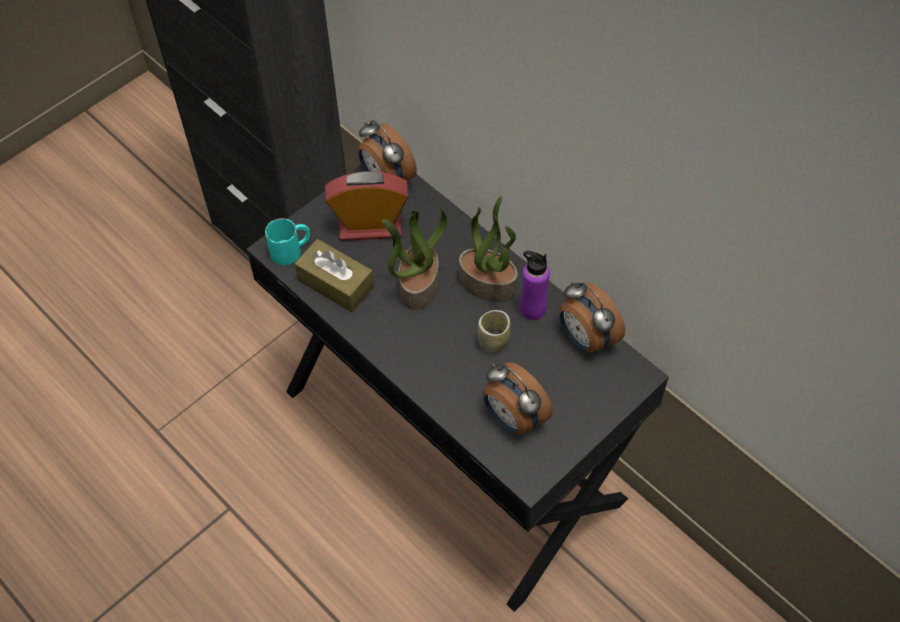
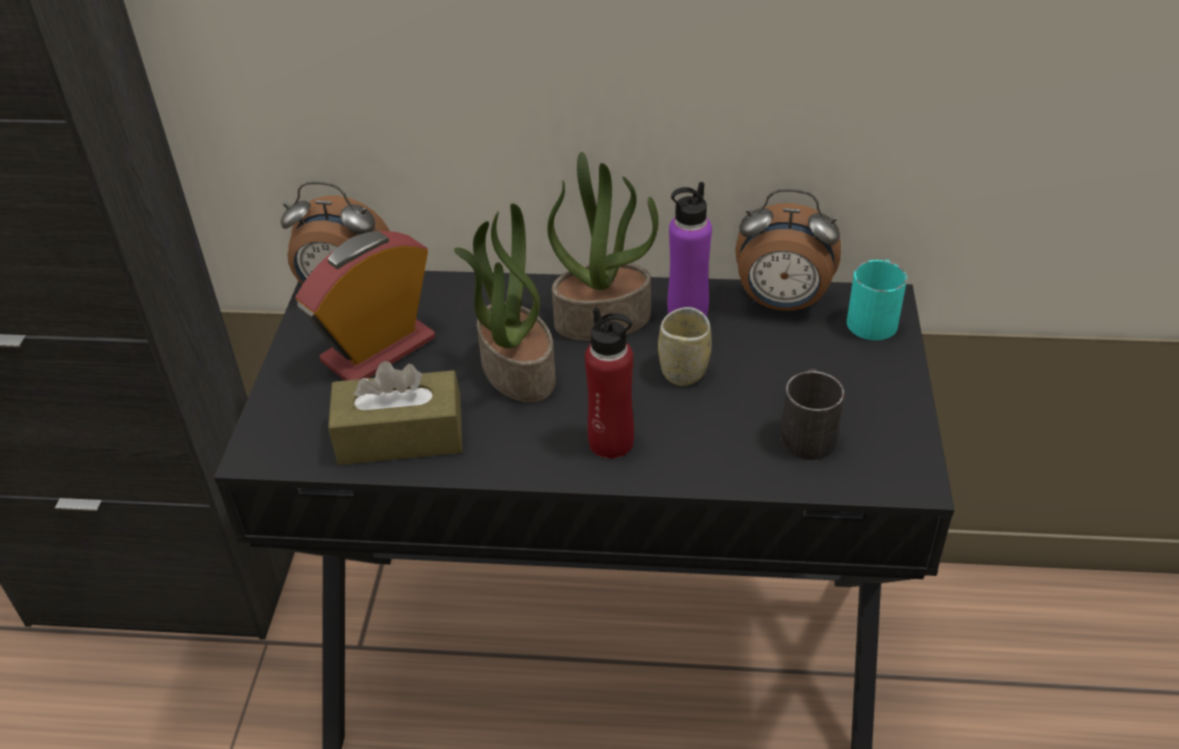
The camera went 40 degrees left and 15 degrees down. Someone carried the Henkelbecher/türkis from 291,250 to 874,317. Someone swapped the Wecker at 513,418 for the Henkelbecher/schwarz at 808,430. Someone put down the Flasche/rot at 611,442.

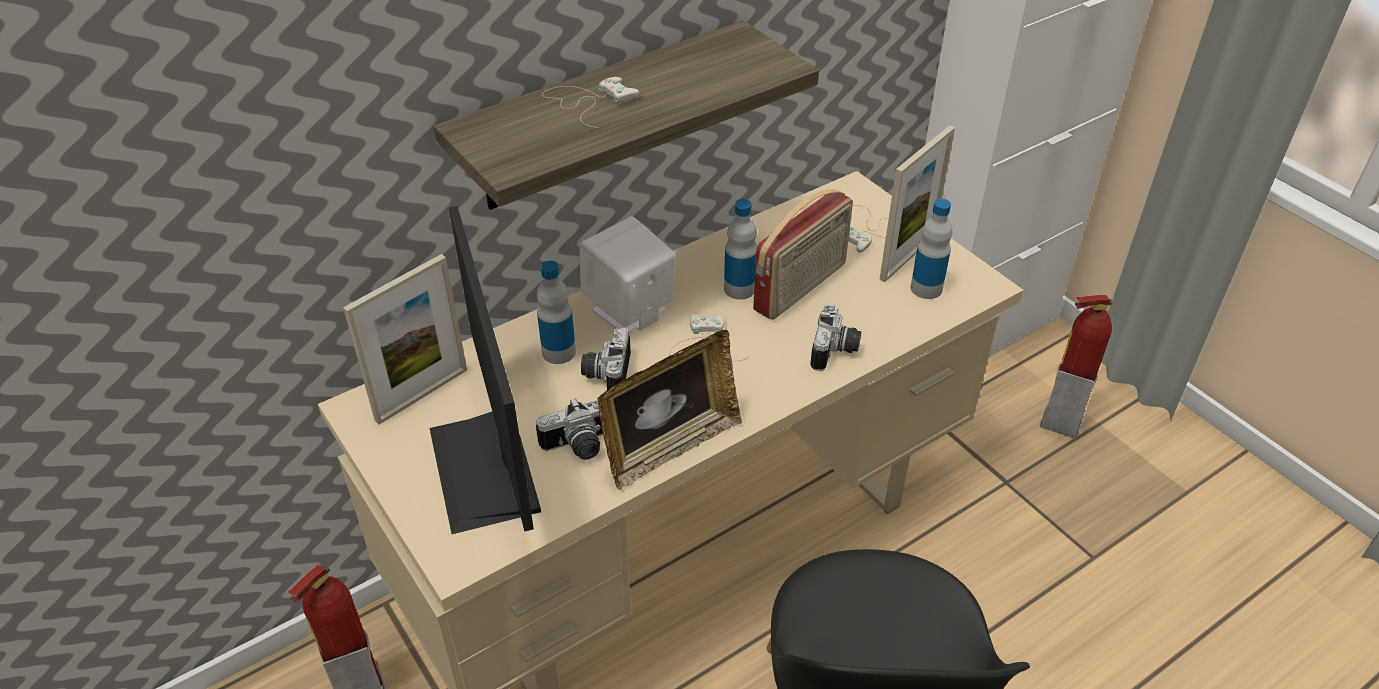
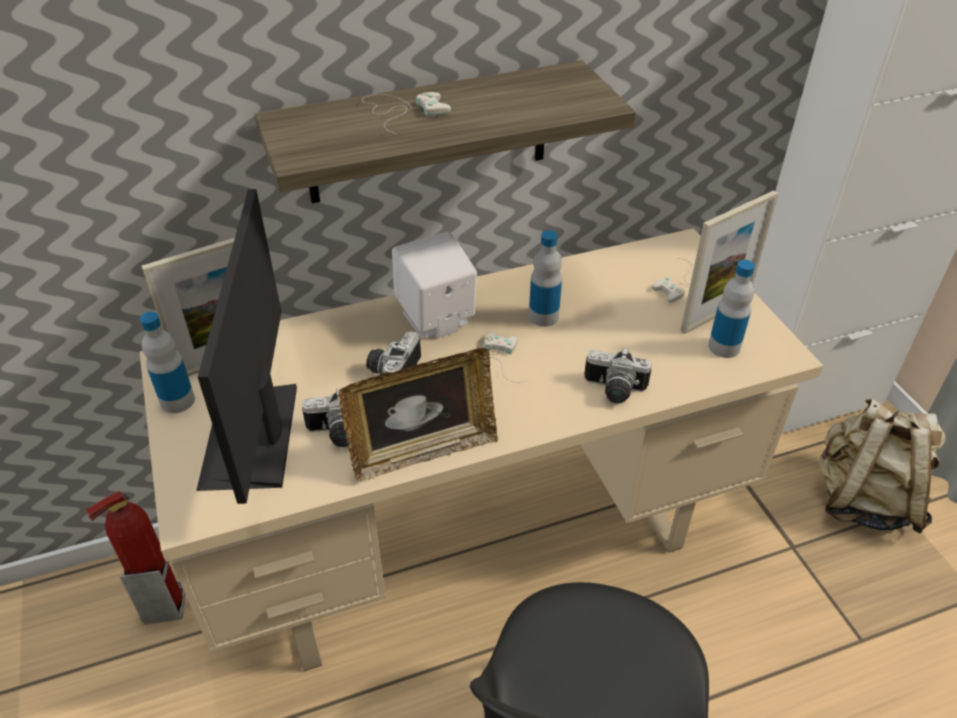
The camera went 15 degrees right and 0 degrees up. Someone took away the Radio at 801,288. Someone carried the Flasche from 559,352 to 177,401. Someone swapped the Feuerlöscher at 1060,420 for the Rucksack/beige at 863,499. Someone rotated the Kamera at 836,351 by 75 degrees clockwise.

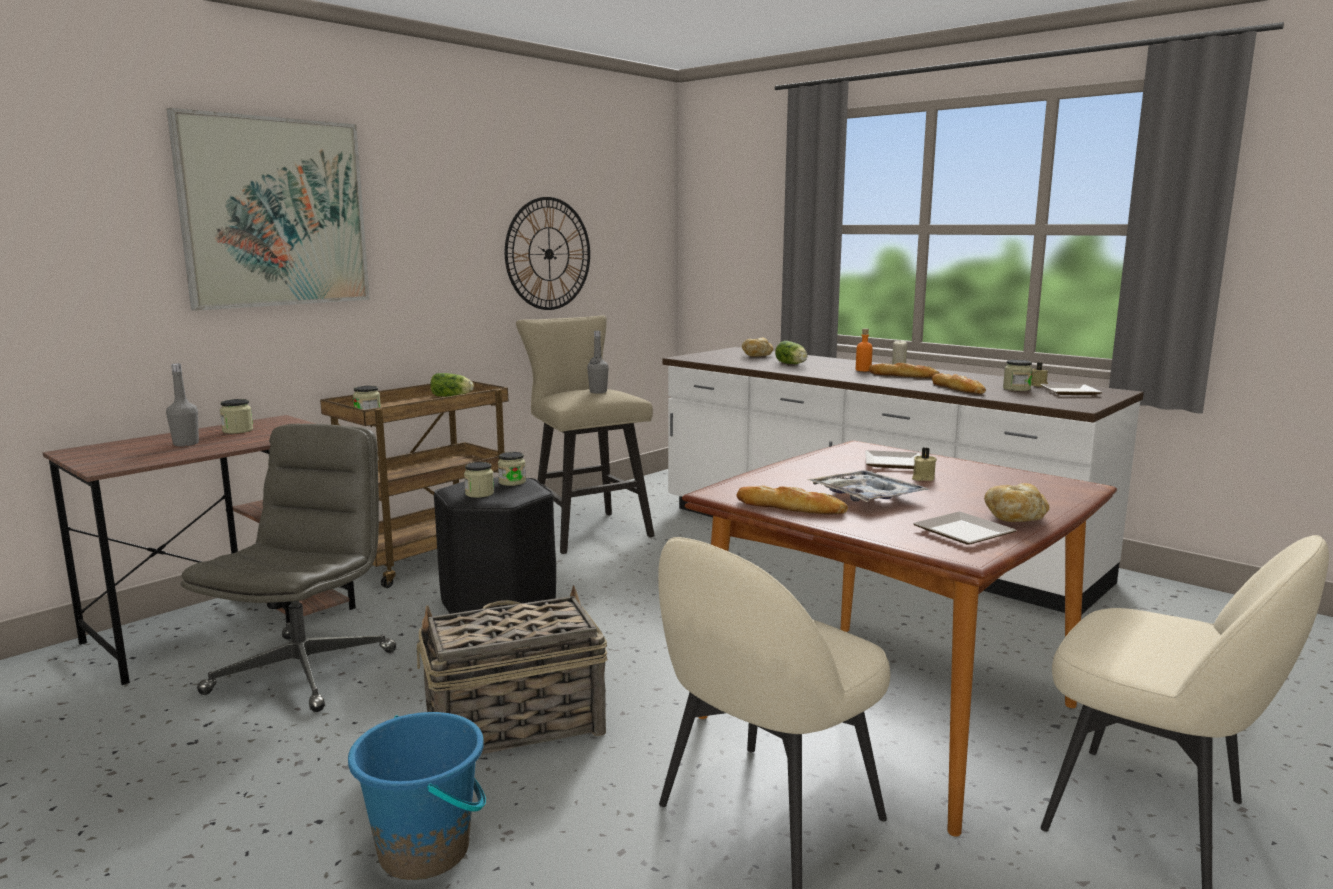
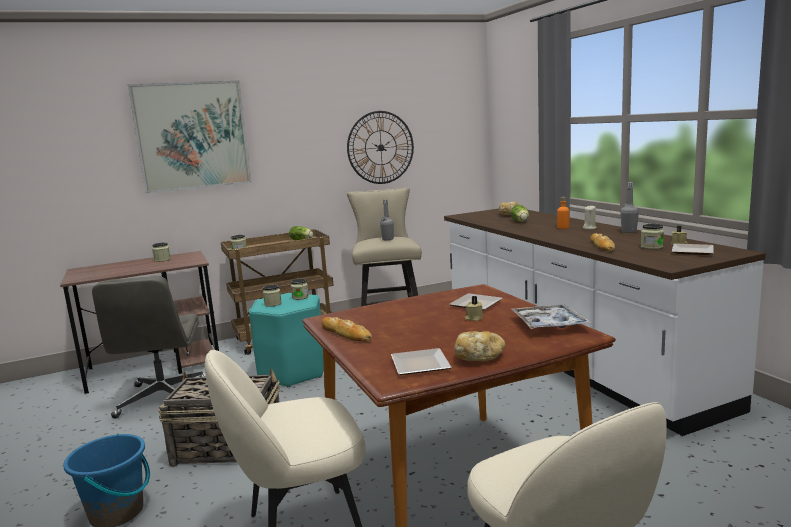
The camera went 25 degrees right and 0 degrees up. Someone took away the Brot at 903,376. Someone carried the Flasche/grau from 186,444 to 629,231. Someone rotated the Bürostuhl/grau at 303,670 by 135 degrees clockwise. Someone carried the Tablett from 866,497 to 549,324. Someone repainted the Hocker/schwarz at 498,605, which became the Hocker/türkis at 292,372.

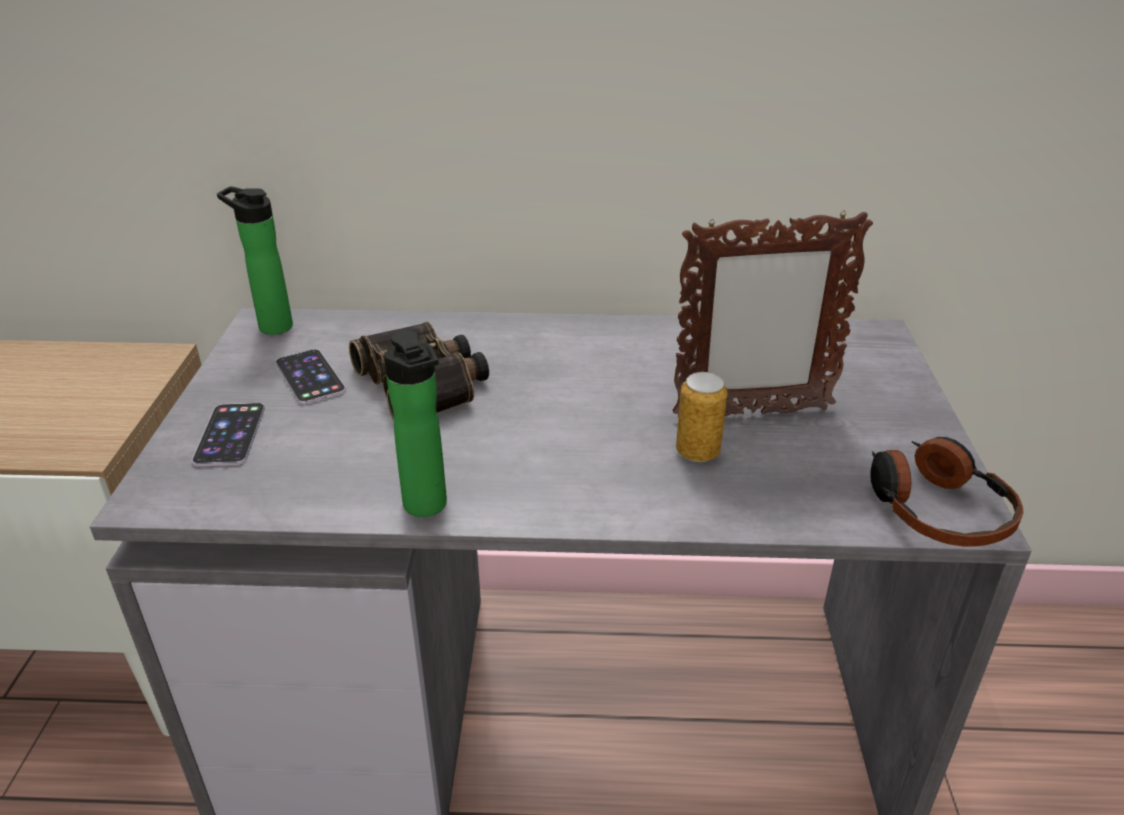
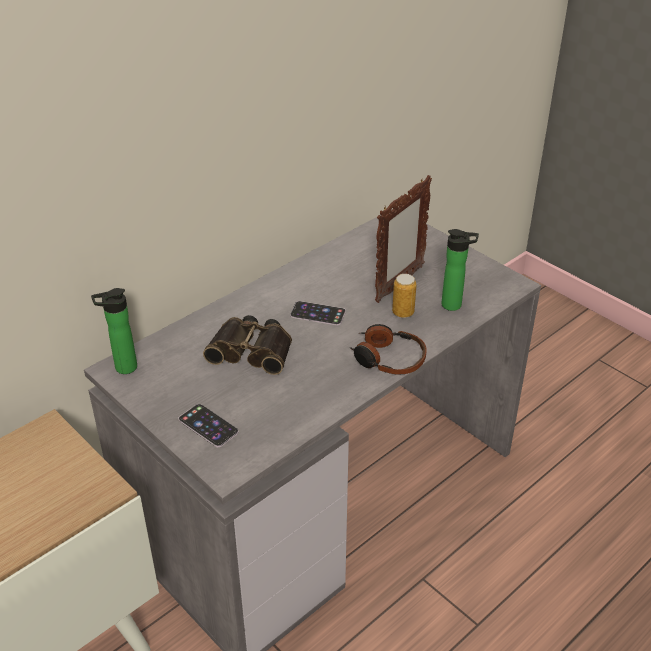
The camera went 45 degrees left and 5 degrees up. Someone carried the Flasche from 427,508 to 454,305. Someone carried the Handy from 310,377 to 318,313. Someone carried the Kopfhörer from 935,508 to 388,359.

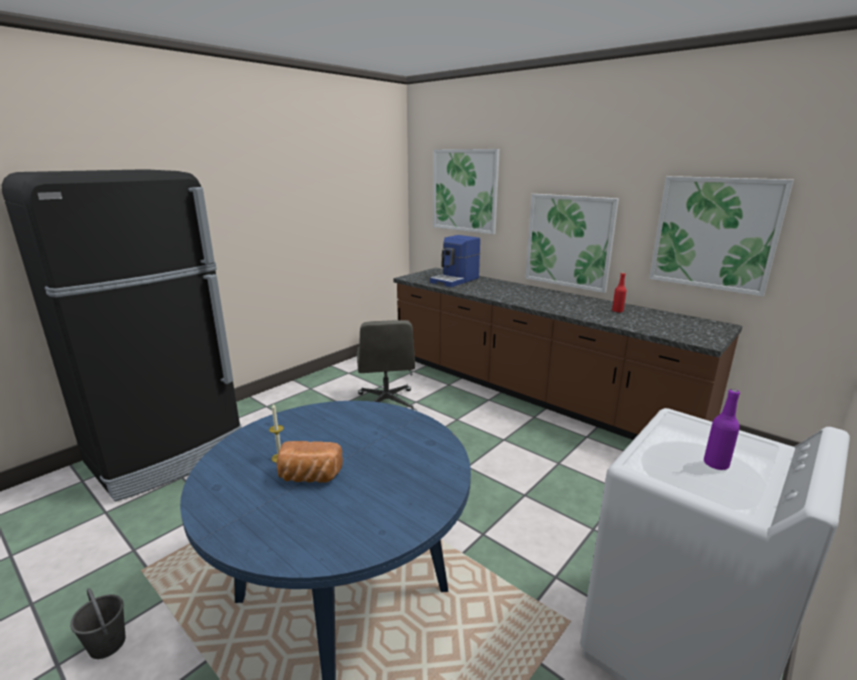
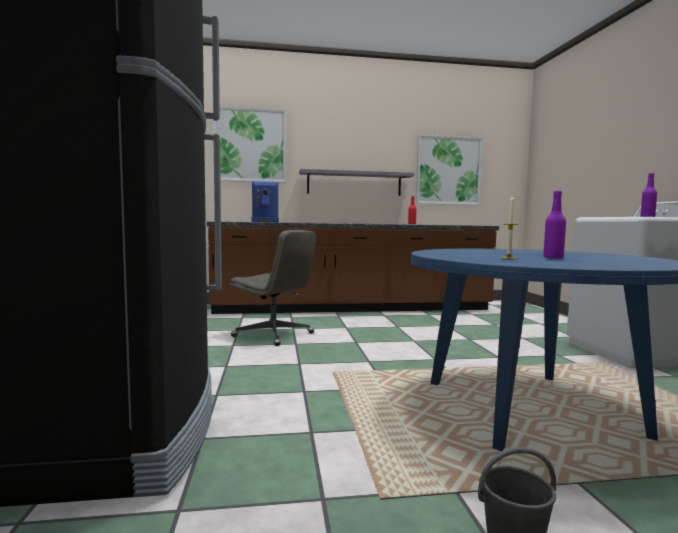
The camera went 50 degrees left and 15 degrees down. Someone swapped the Bild at 569,241 for the Wandregal/grau at 354,183. Someone swapped the Brot at 309,477 for the Flasche/lila at 553,258.

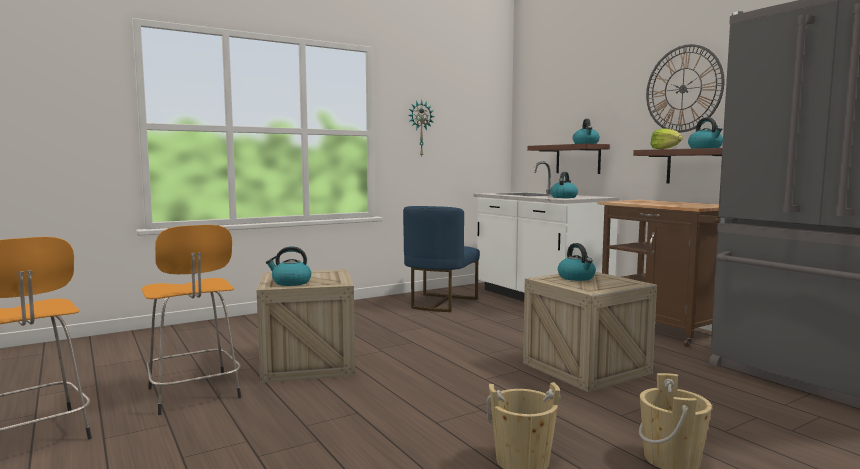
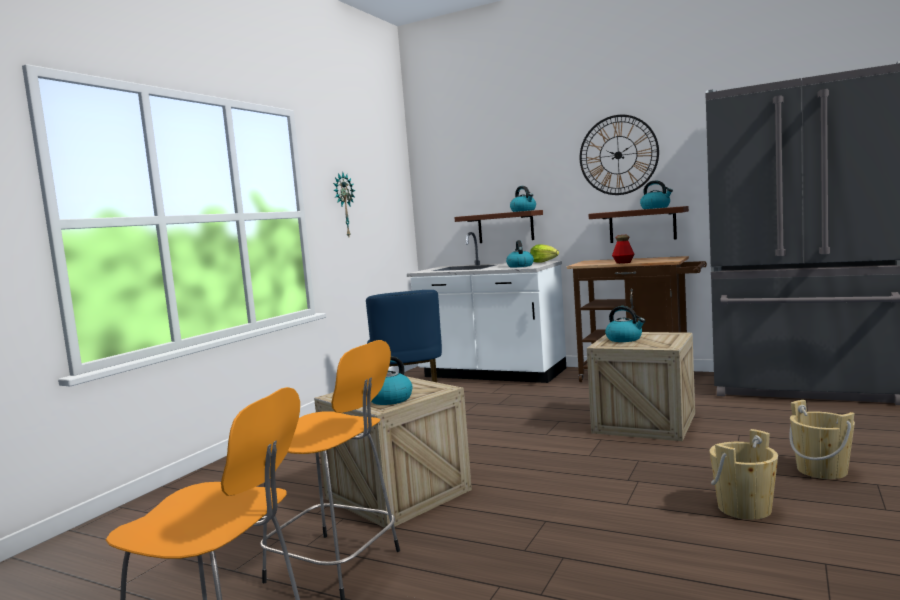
The camera went 30 degrees left and 0 degrees up. Someone carried the Salatkopf from 666,149 to 544,262. Someone put down the Flasche at 623,263.

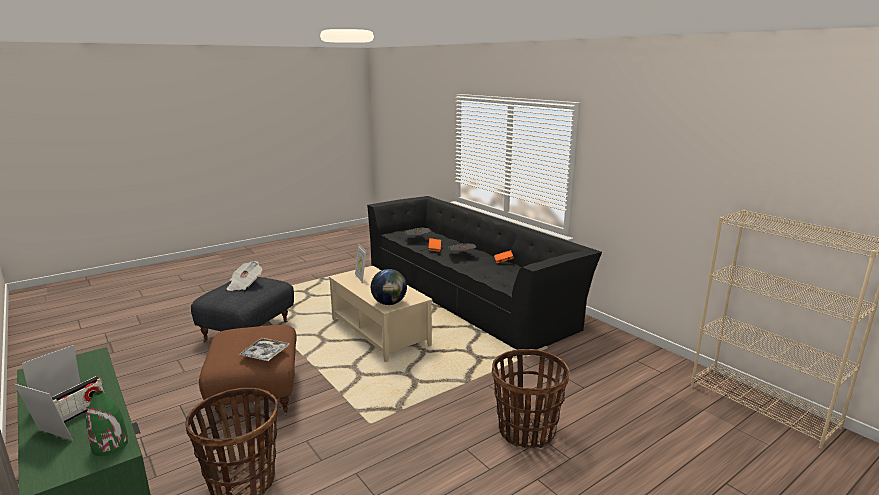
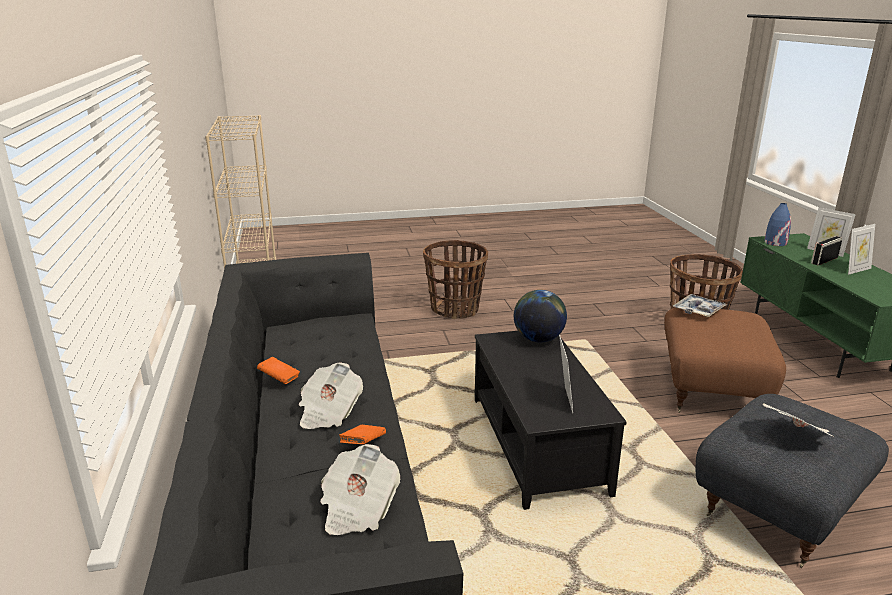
The camera went 155 degrees left and 5 degrees up. Someone repainted the Couchtisch/beige at 380,332, which became the Couchtisch/schwarz at 535,444. Someone repainted the Vase/grün at 110,445, which became the Vase/blau at 775,242.

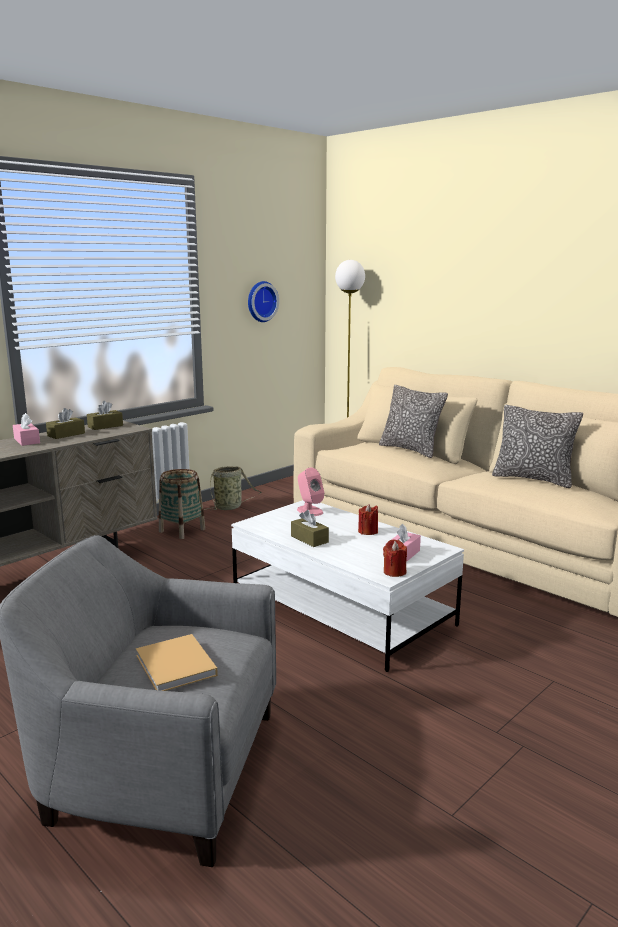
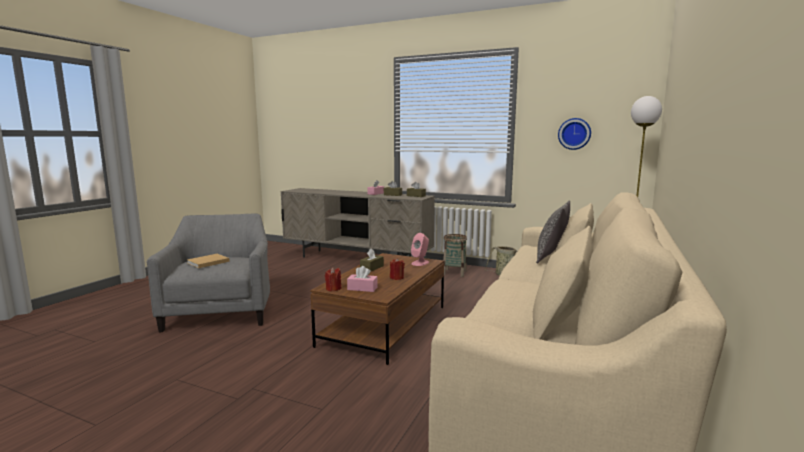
The camera went 70 degrees right and 5 degrees down. Someone took away the Kissen at 533,479. Someone repainted the Couchtisch/weiß at 342,610, which became the Couchtisch/braun at 385,325.

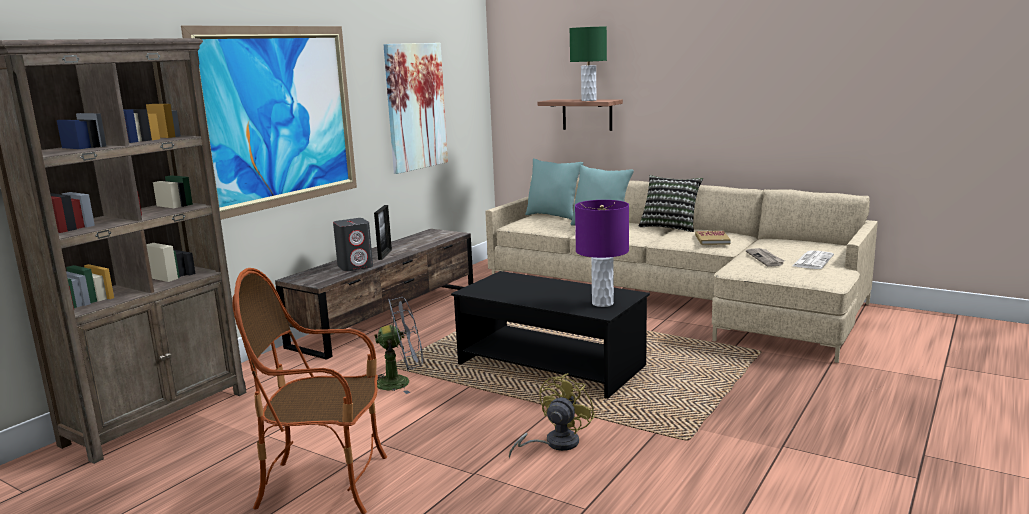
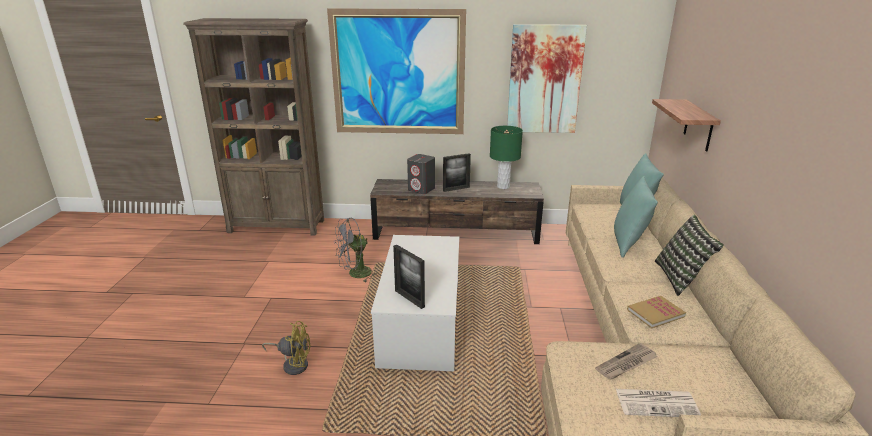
The camera went 60 degrees right and 10 degrees up. Someone carried the Tischlampe/grün from 588,100 to 503,186. Someone swapped the Tischlampe/lila at 602,303 for the Bilderrahmen at 409,299. Someone took away the Sessel at 325,484. Someone repainted the Couchtisch/schwarz at 552,365, which became the Couchtisch/weiß at 421,324. Someone rotated the Ventilator/grau at 400,382 by 105 degrees clockwise.

